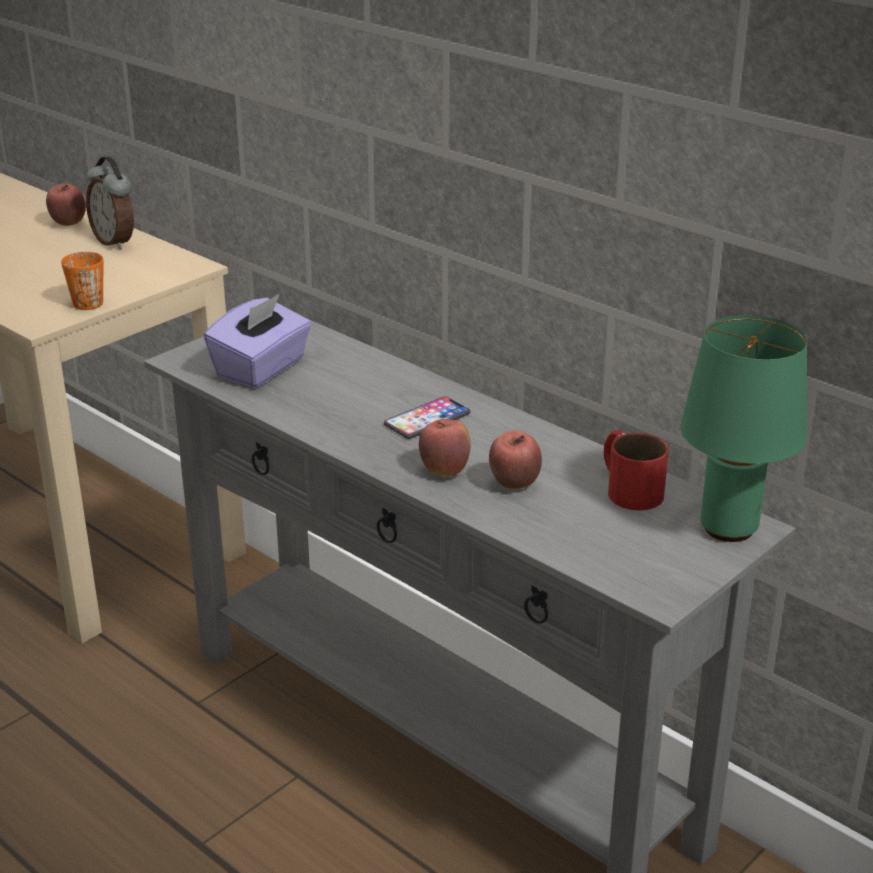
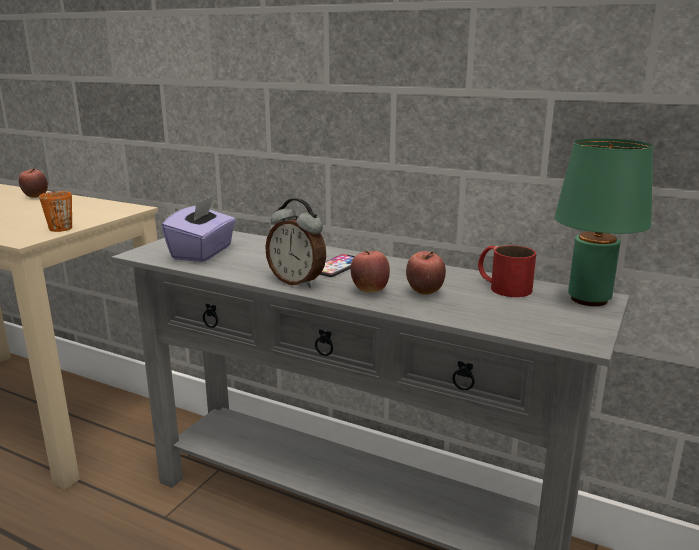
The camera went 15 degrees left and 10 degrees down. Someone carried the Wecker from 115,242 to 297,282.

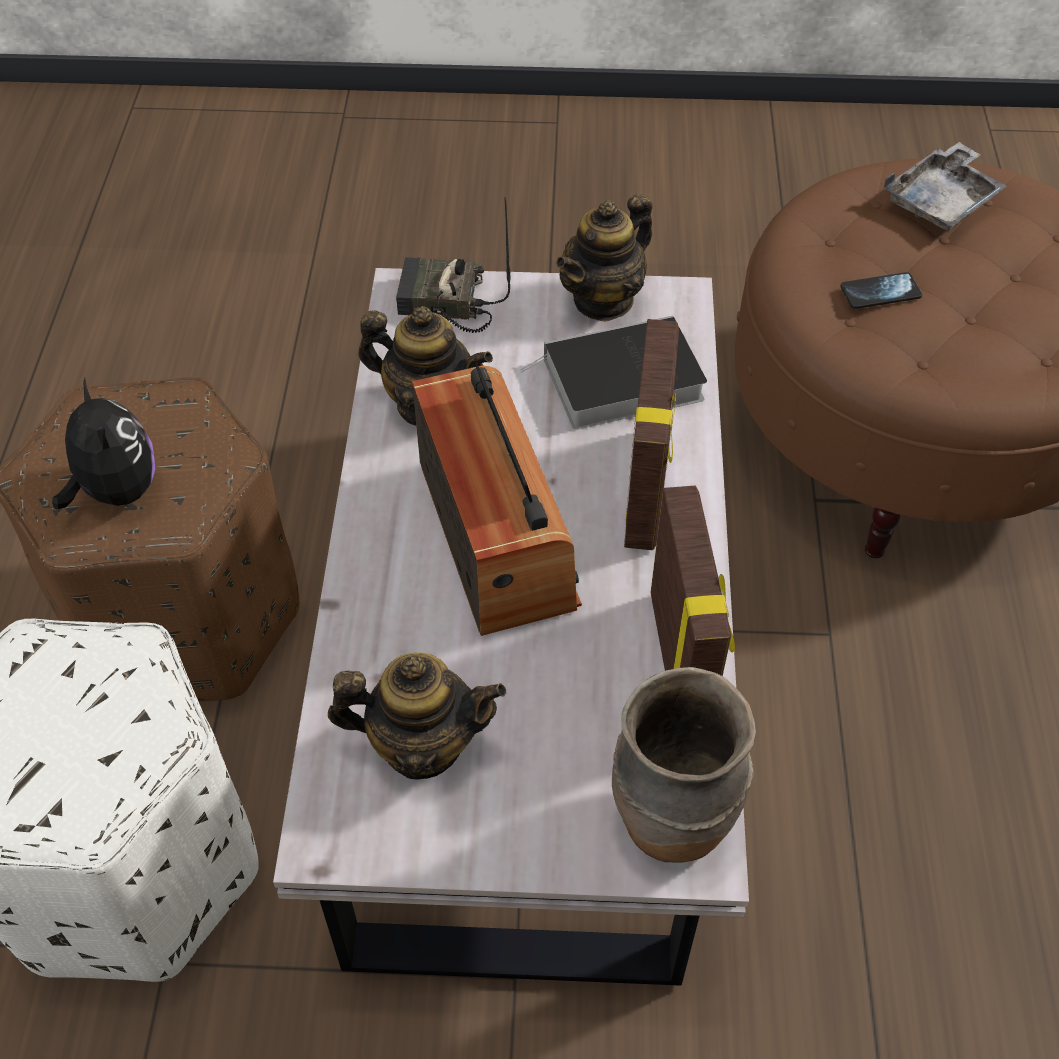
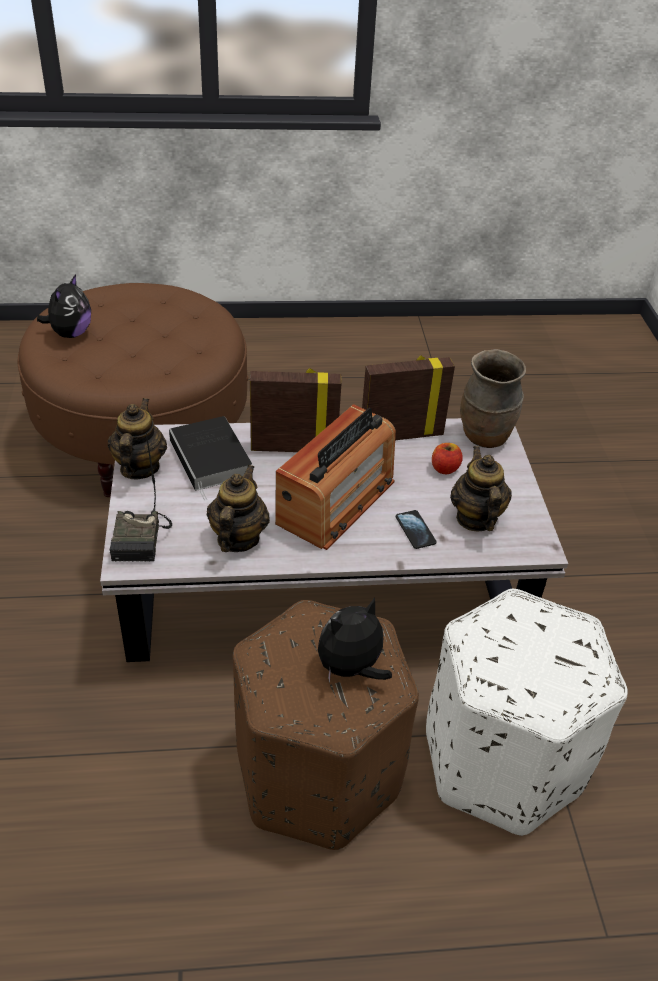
The camera went 100 degrees left and 10 degrees down. Someone swapped the Tablett/grau at 942,201 for the Plüschtier at 70,333. Someone rotated the Teekanne at 603,299 by 120 degrees counterclockwise. Someone carried the Handy from 880,292 to 415,530. Someone rotated the Radio at 496,535 by 150 degrees clockwise. Someone put down the Apfel at 444,468.

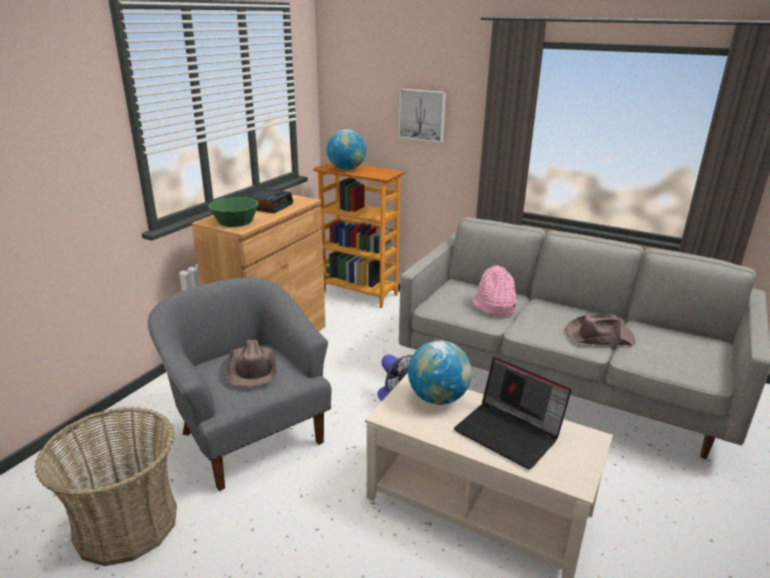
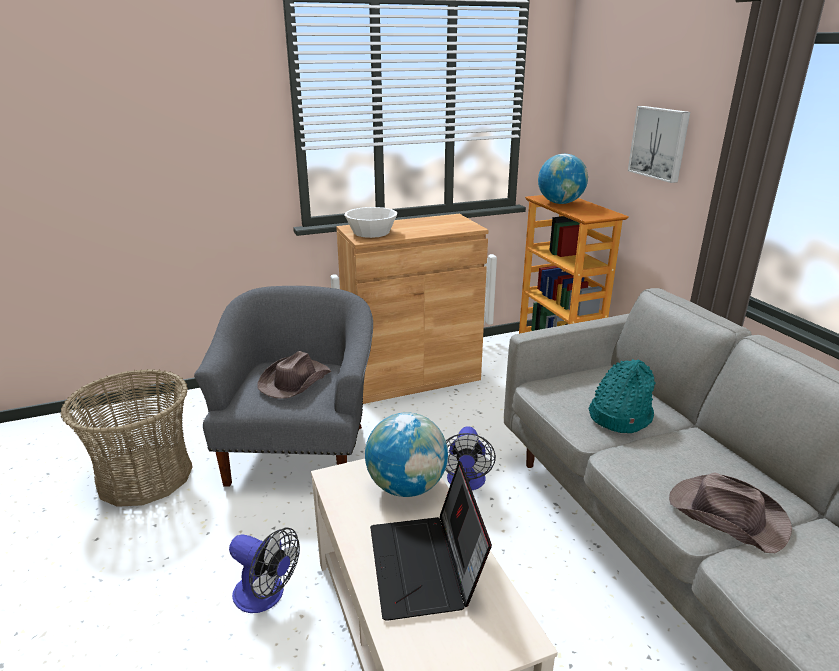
The camera went 40 degrees right and 0 degrees up. Someone took away the Wecker at 269,206. Someone repainted the Schüssel/grün at 235,221, which became the Schüssel/weiß at 371,232. Someone repainted the Hut/rosa at 493,306, which became the Hut/türkis at 619,415. Someone put down the Ventilator at 266,596.

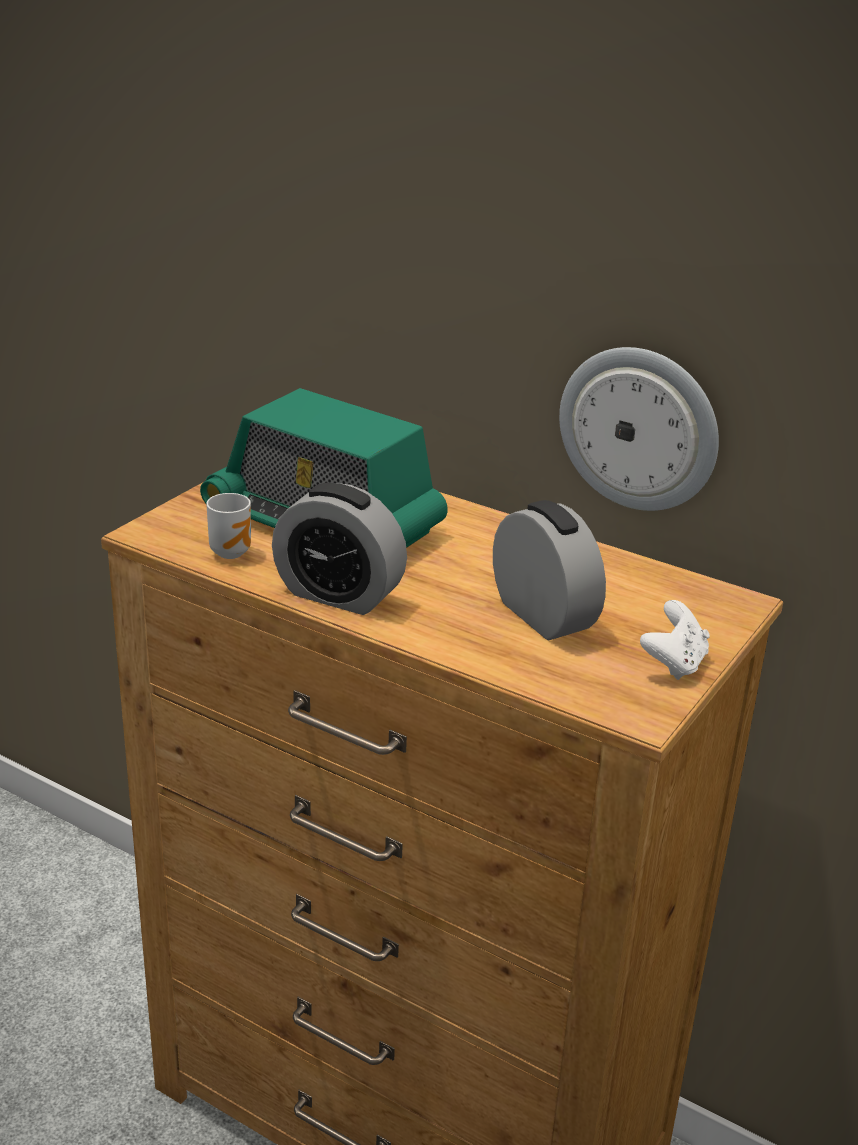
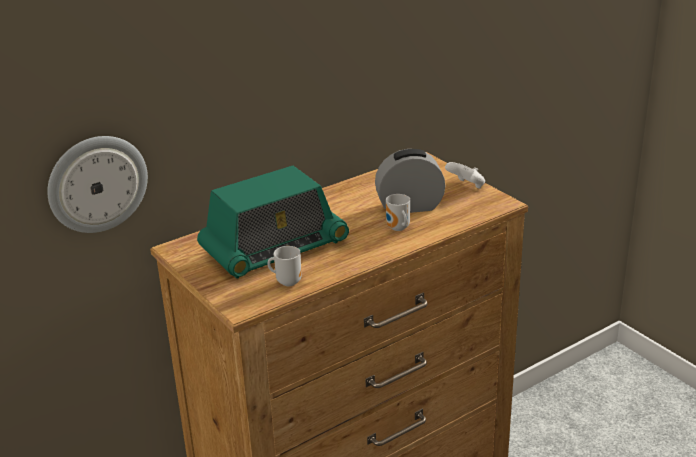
The camera went 65 degrees left and 0 degrees up. Someone carried the Wanduhr from 639,428 to 97,183. Someone took away the Wecker at 338,595. Someone put down the Henkelbecher at 397,229.

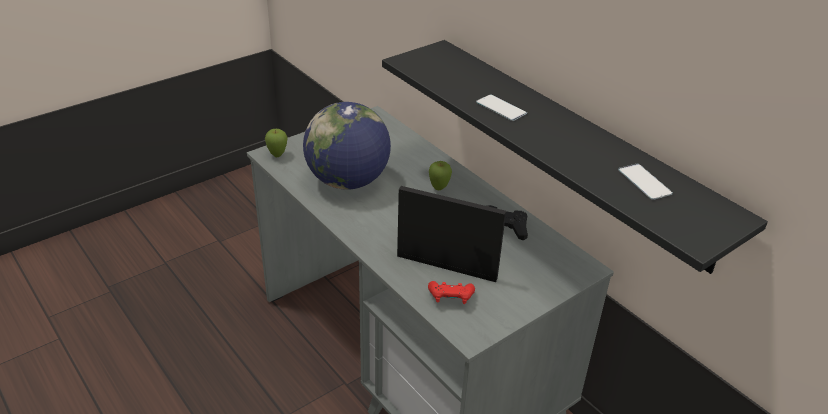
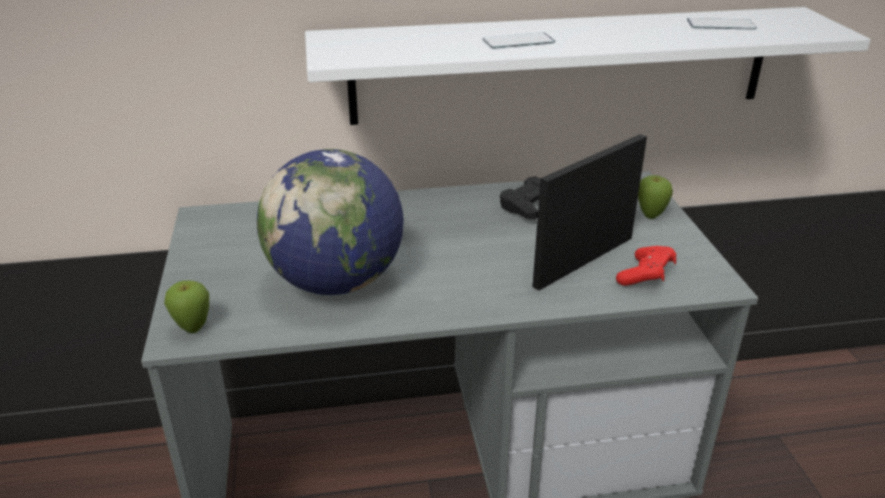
The camera went 60 degrees left and 5 degrees down. Someone repainted the Wandregal/schwarz at 573,148, which became the Wandregal/weiß at 562,65. Someone carried the Apfel from 439,188 to 650,216.

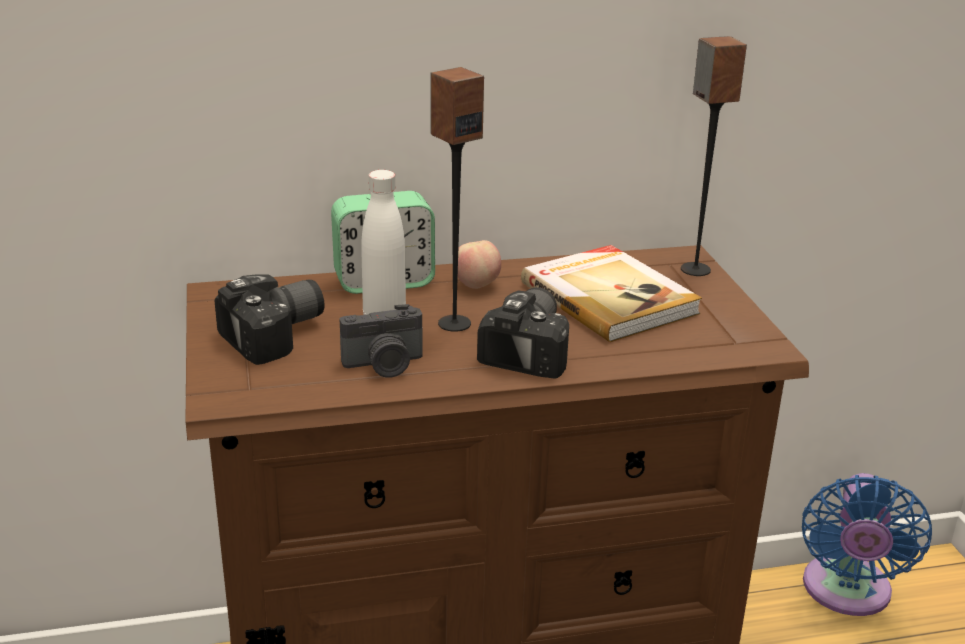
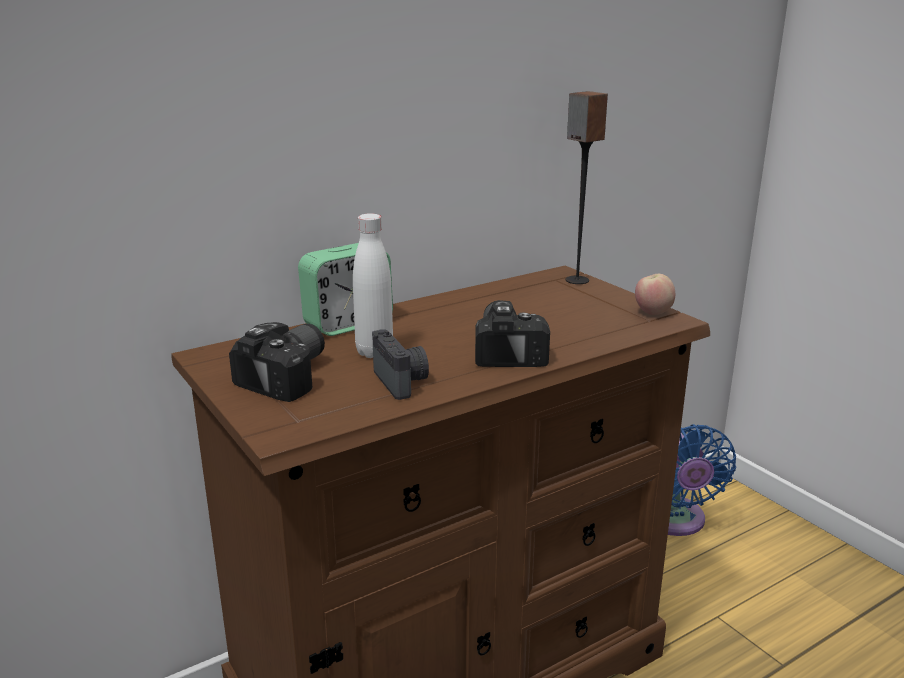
The camera went 20 degrees left and 5 degrees down. Someone took away the Lautsprecher at 454,323. Someone carried the Apfel from 477,285 to 653,313. Someone took away the Buch at 609,297. Someone rotated the Kamera at 384,365 by 75 degrees counterclockwise.

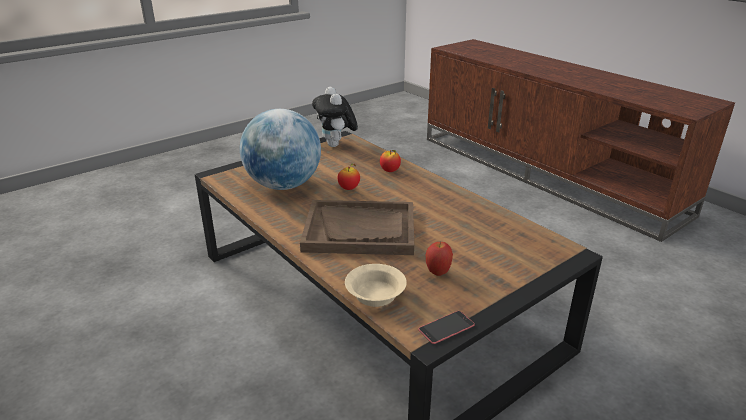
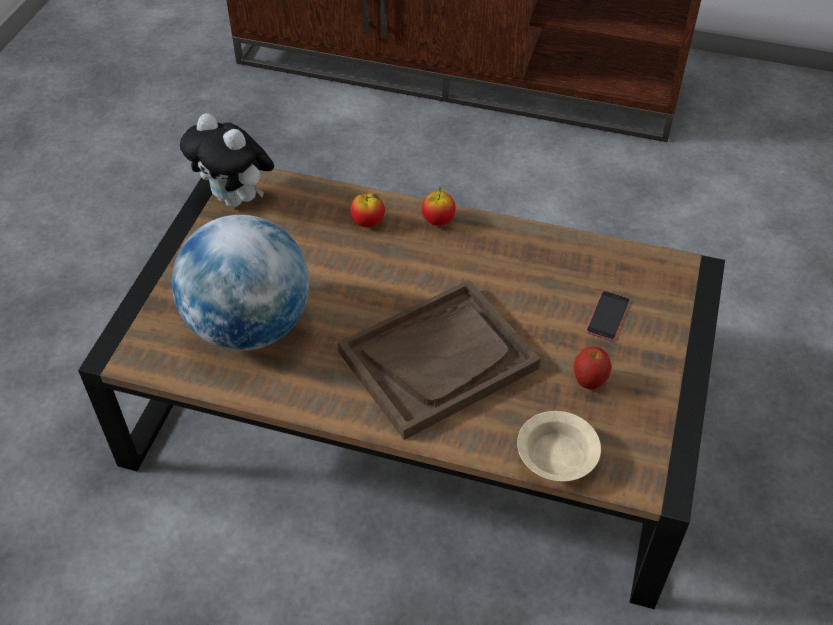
The camera went 35 degrees left and 20 degrees up. Someone carried the Apfel from 349,188 to 438,221. Someone carried the Handy from 446,327 to 608,316.

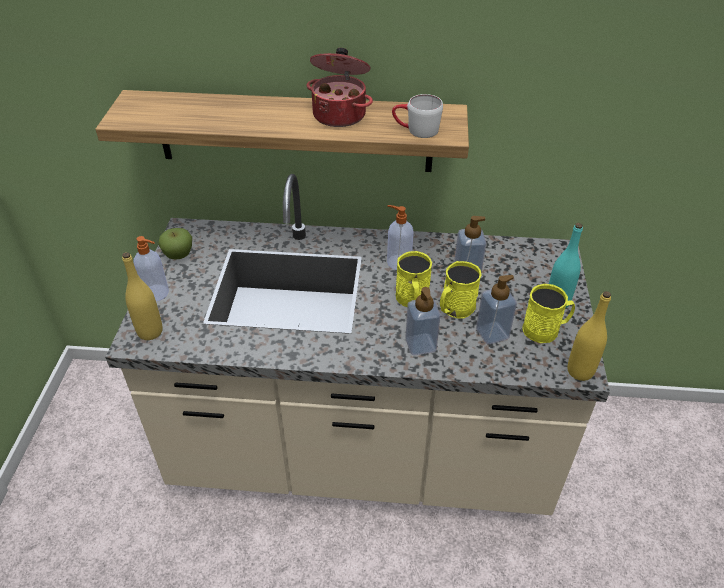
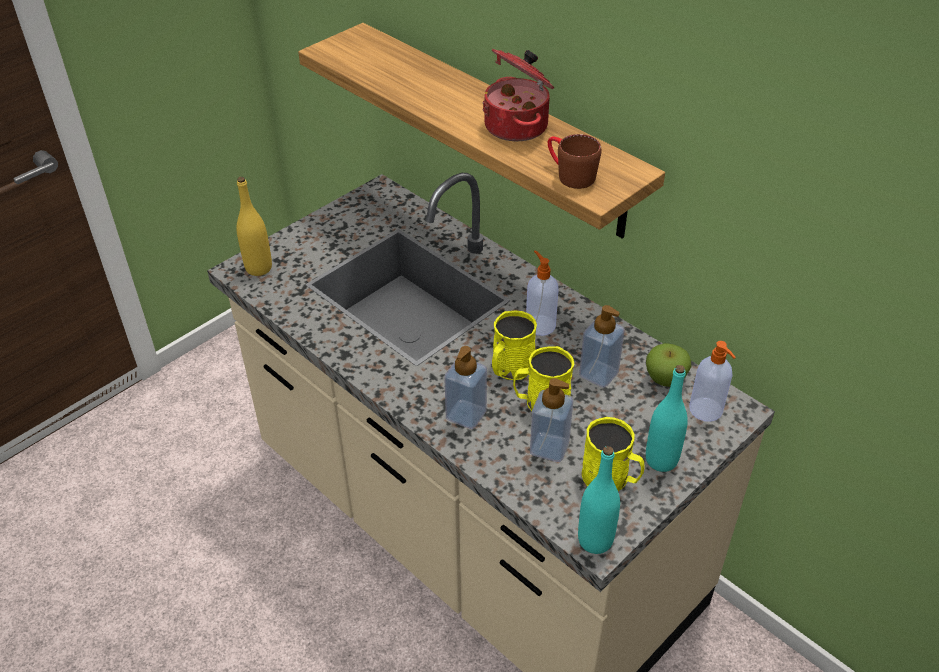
The camera went 40 degrees right and 0 degrees up. Someone repainted the Henkelbecher/weiß at 416,130, which became the Henkelbecher/braun at 569,174. Someone carried the Apfel from 179,255 to 665,380. Someone carried the Seifenspender from 157,293 to 706,410. Someone repainted the Flasche/gelb at 580,371, which became the Flasche/türkis at 595,540.

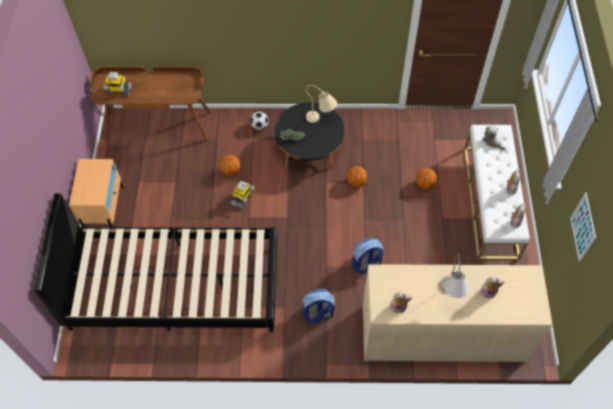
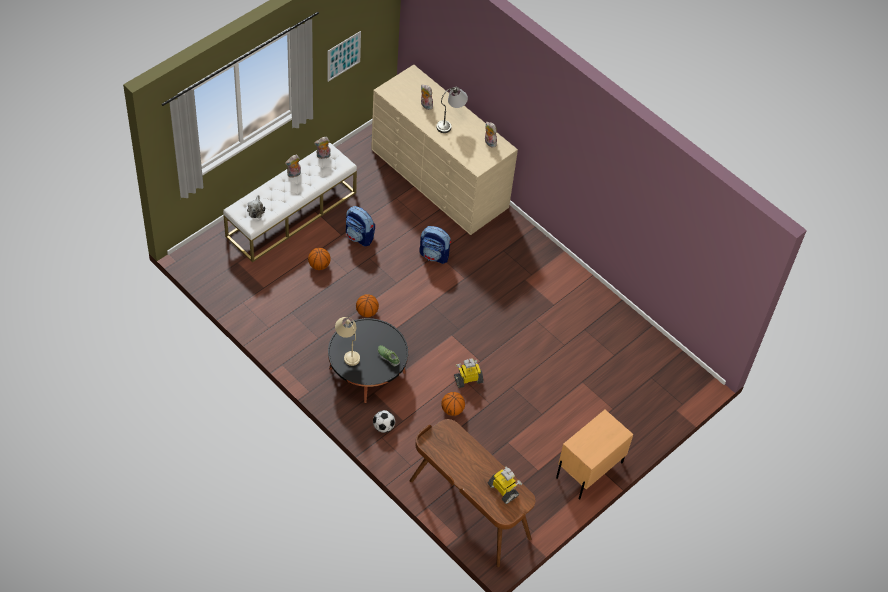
The camera went 140 degrees left and 5 degrees down. Someone took away the Bett/schwarz at 174,287. Someone carried the Rucksack from 318,313 to 359,236.

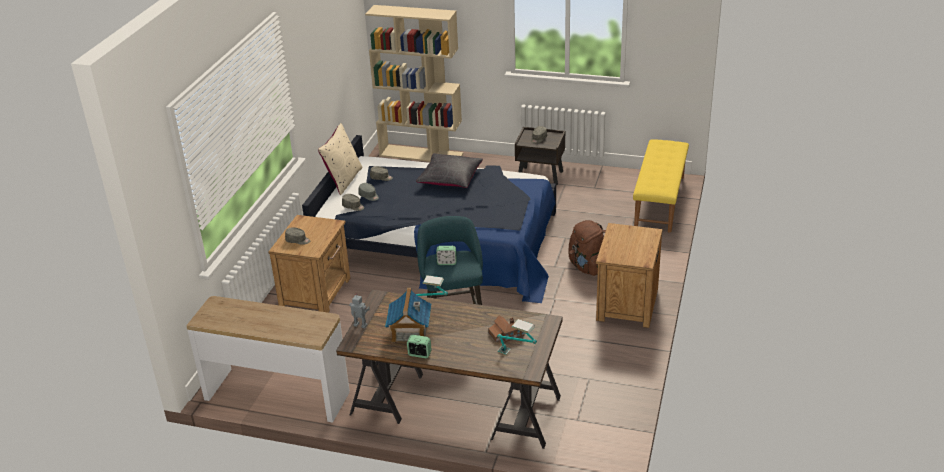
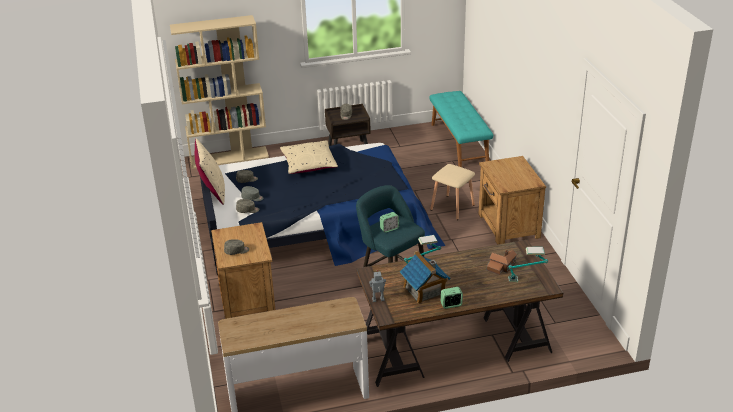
The camera went 30 degrees left and 0 degrees up. Someone repainted the Bank/gelb at 660,202, which became the Bank/türkis at 459,143. Someone repainted the Kissen/schwarz at 450,179, which became the Kissen/beige at 309,165. Someone swapped the Rucksack/braun at 587,267 for the Hocker/beige at 453,207.

